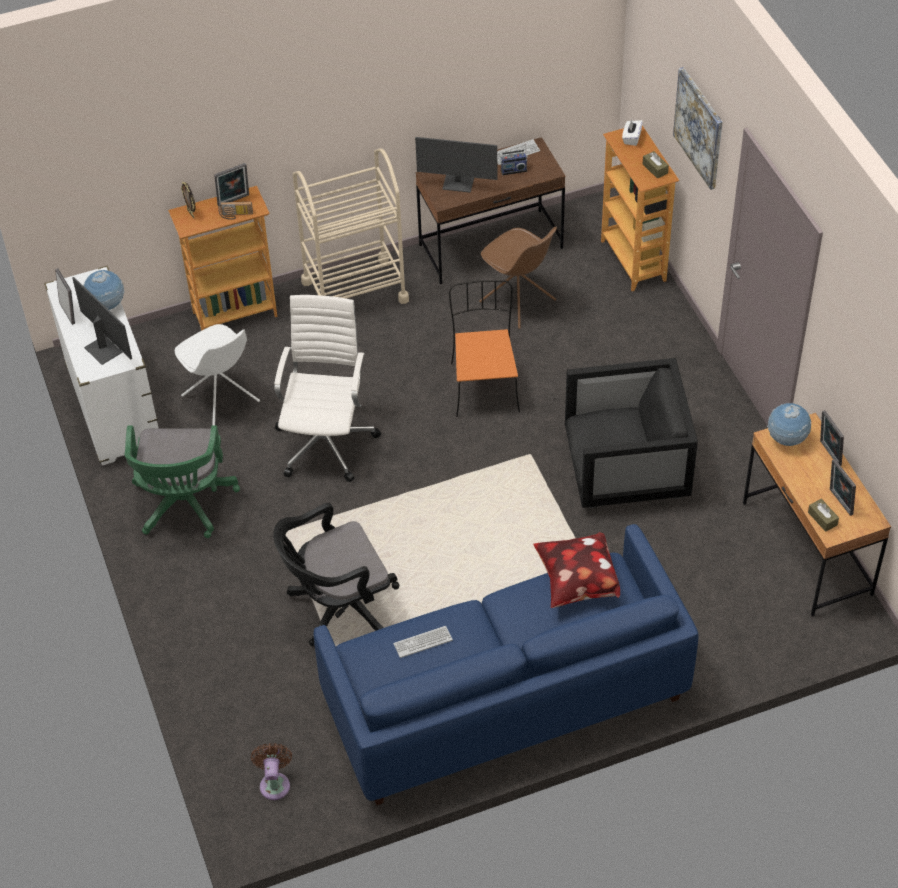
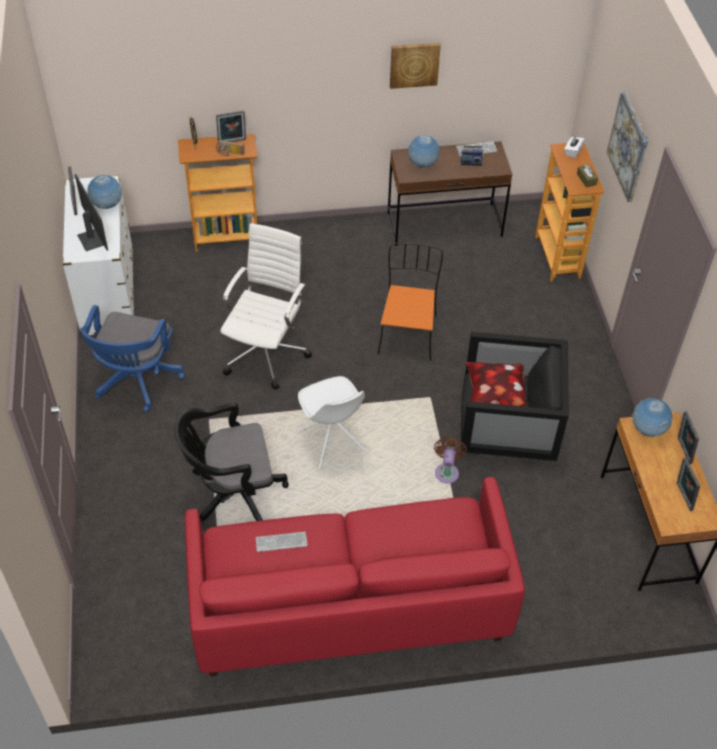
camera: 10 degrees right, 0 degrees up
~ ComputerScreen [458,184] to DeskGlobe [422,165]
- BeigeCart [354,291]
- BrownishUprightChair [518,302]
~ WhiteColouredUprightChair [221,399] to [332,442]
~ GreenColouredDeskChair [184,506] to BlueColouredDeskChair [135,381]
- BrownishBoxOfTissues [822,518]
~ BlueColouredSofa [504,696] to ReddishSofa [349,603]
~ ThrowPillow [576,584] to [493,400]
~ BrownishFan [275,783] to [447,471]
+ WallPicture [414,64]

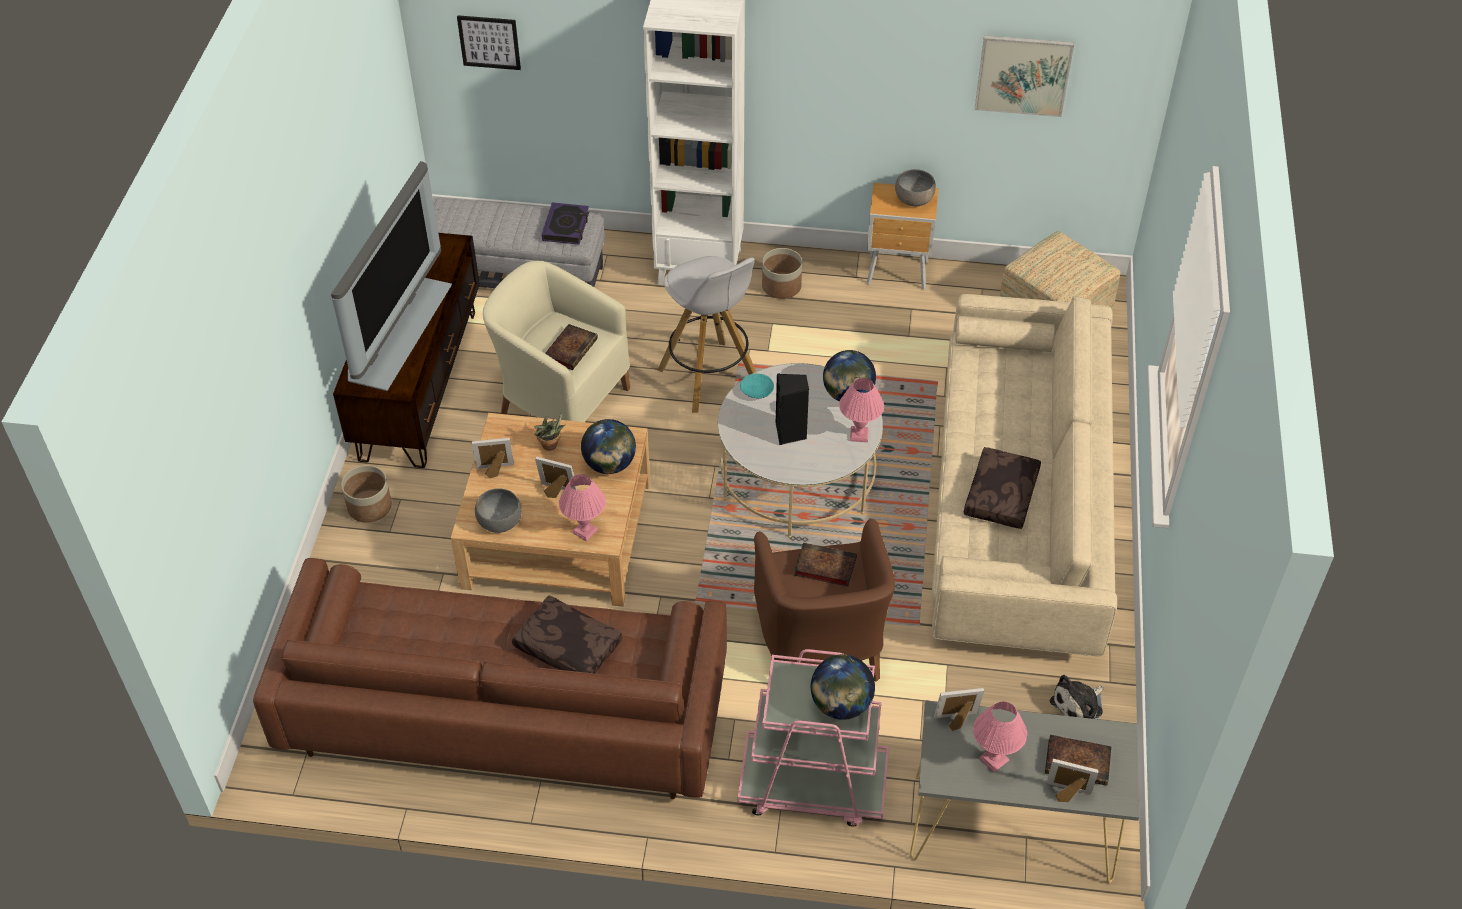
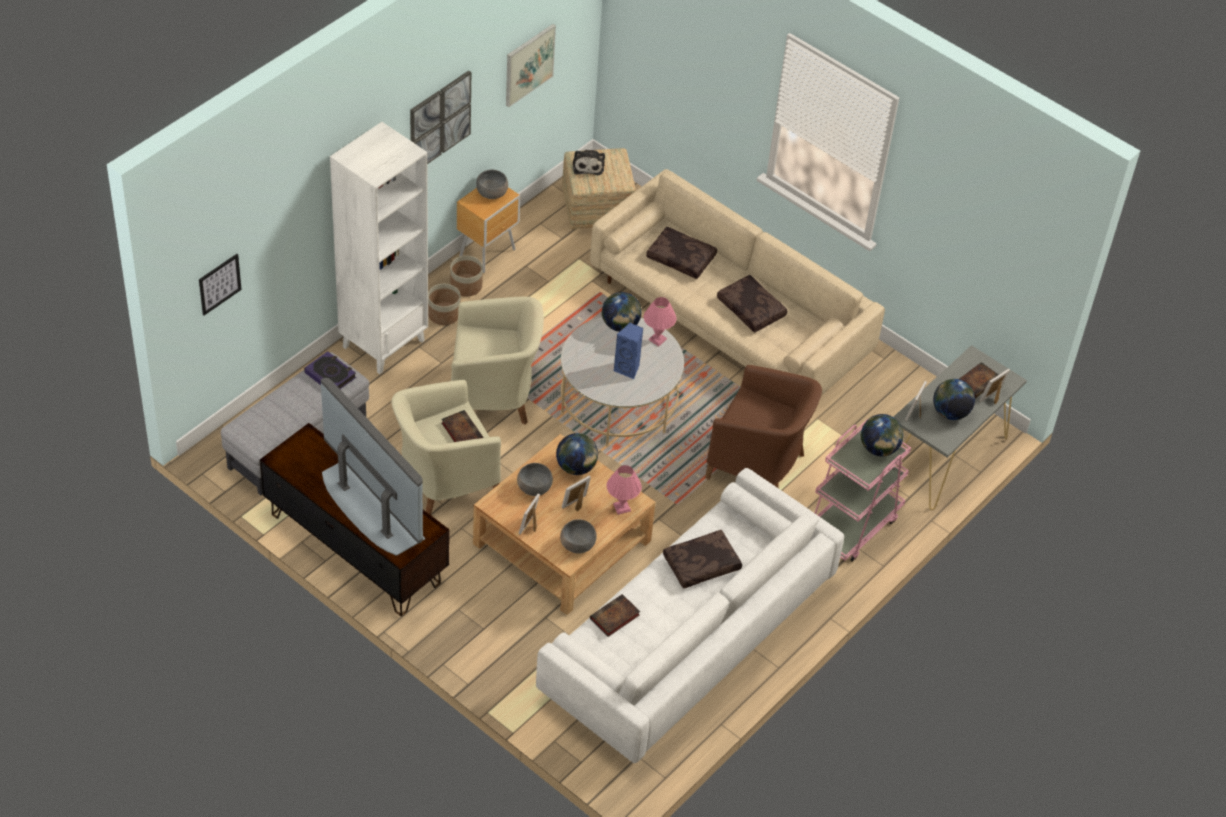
camera: 60 degrees left, 0 degrees up
~ WhiteColouredStool [710,378] to BeigeEasyChair [494,395]
~ BlackishAudioSpeaker [791,433] to BlueColouredAudioSpeaker [628,369]
- BlueGreenBowl [757,390]
~ PottedPlant [551,446] to GreyBowl [534,488]
~ Planter [370,506] to [466,286]
~ Volume [823,567] to [614,618]
~ BrownishSofa [506,712] to WhiteColouredSofa [687,640]
~ SoftToy [1079,706] to [588,165]
~ PinkishTabletopLamp [994,758] to DeskGlobe [950,413]
+ WallPicture [439,121]
+ BrownishThrowPillow [682,258]

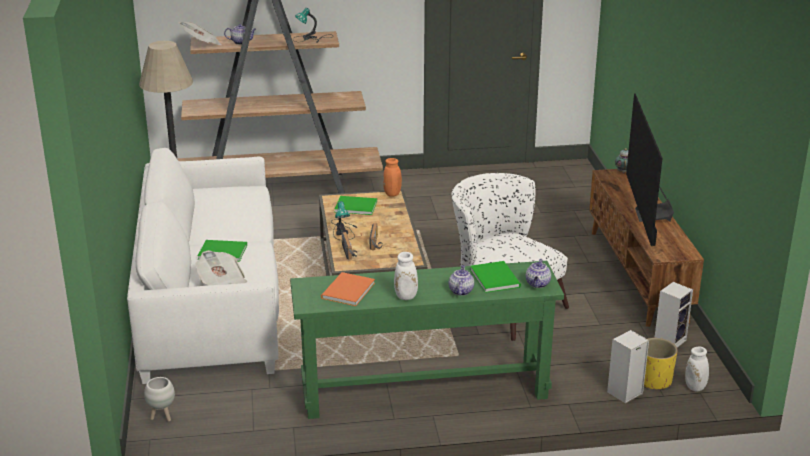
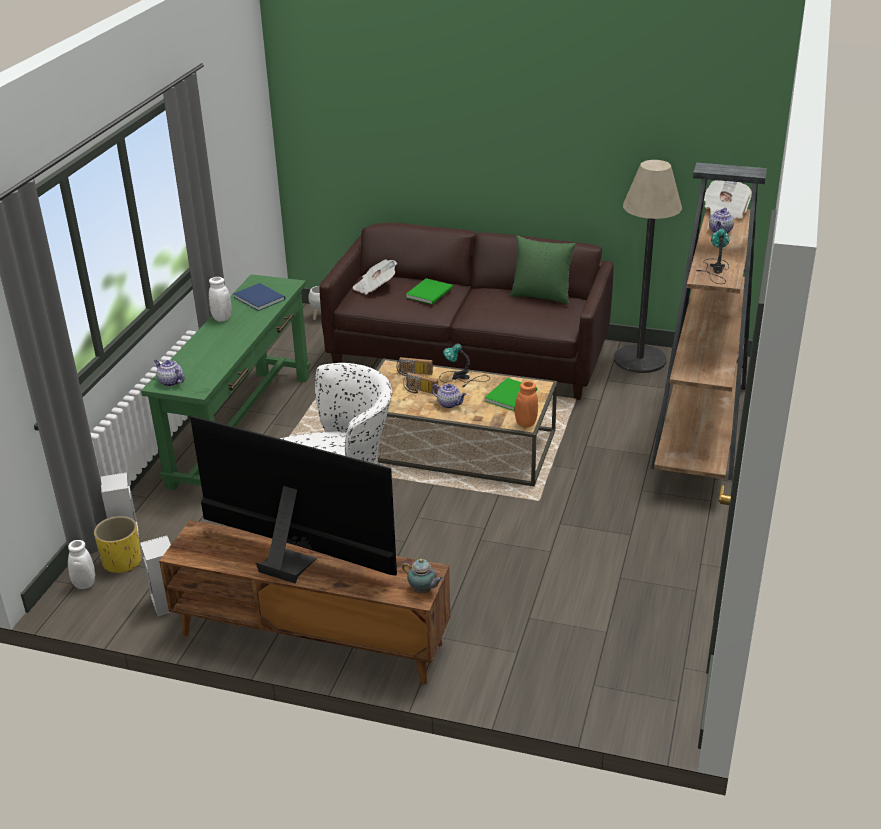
camera: 115 degrees right, 5 degrees up
~ WhiteColouredSofa [211,303] to BrownishSofa [469,355]
- GreenColouredVolume [495,277]
~ TeaPot [460,291] to [449,404]
~ OrangeyVolume [346,291] to BlueColouredVolume [259,297]
+ GreenColouredThrowPillow [541,296]

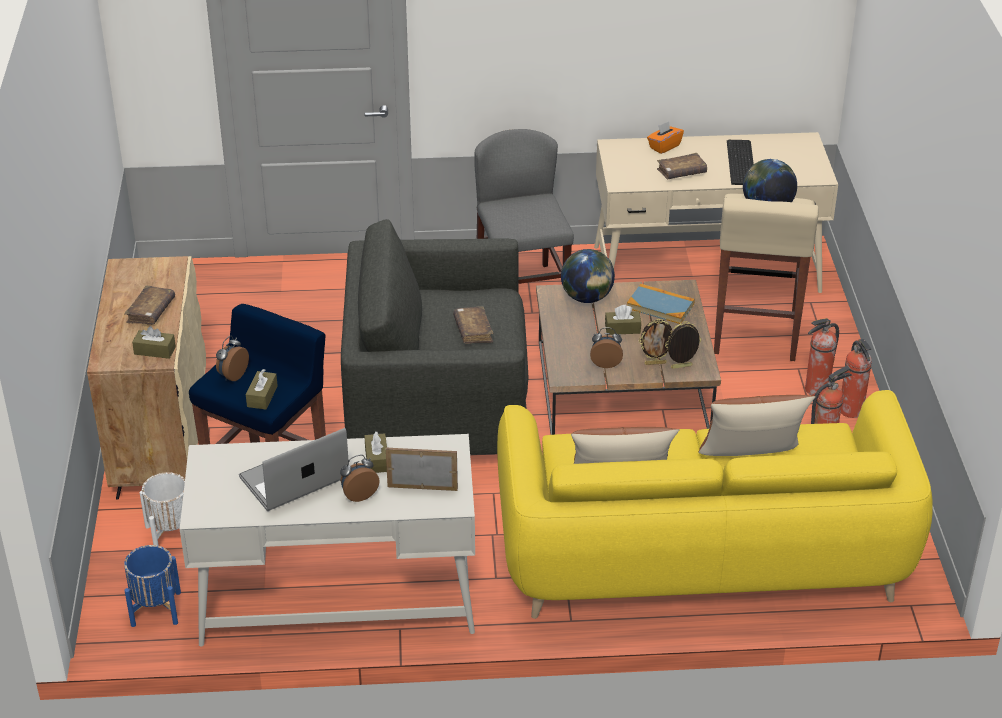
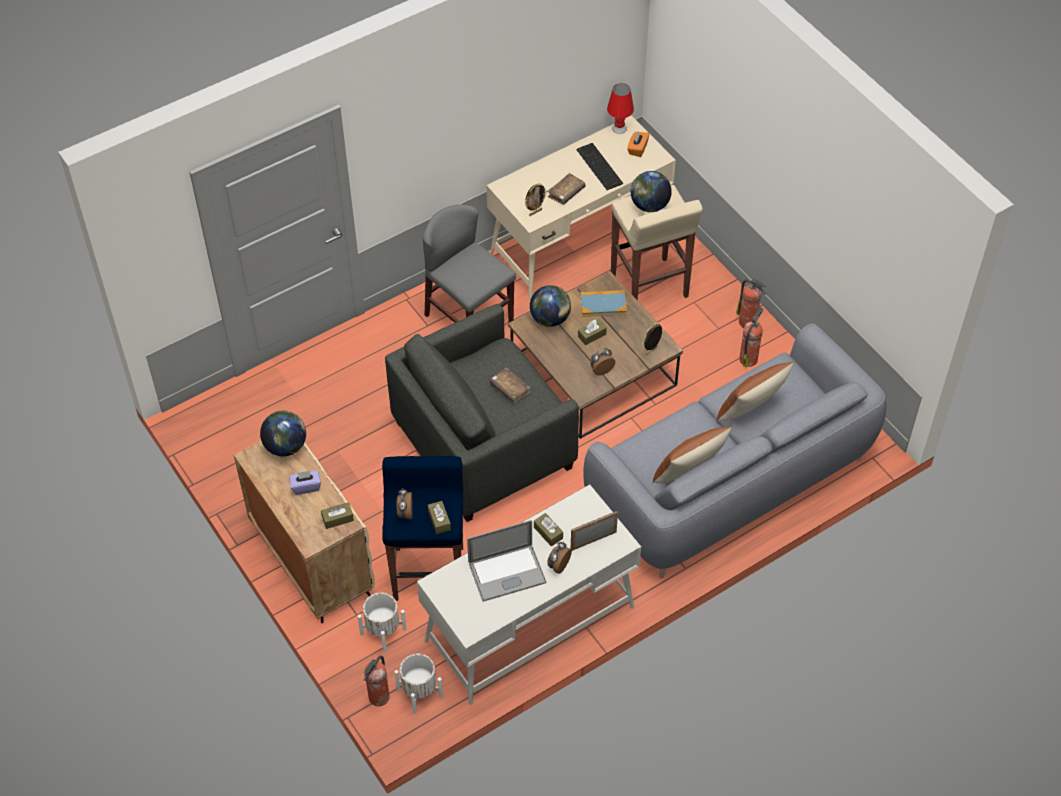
camera: 30 degrees left, 15 degrees up
~ OrangeyBoxOfTissues [664,146] to [637,149]
~ BrownishVolume [151,311] to PurplishBoxOfTissues [306,487]
~ FireFightingCylinder [816,389] to [378,698]
~ PhotoFrame [655,363] to [535,212]
~ YellowSofa [702,555] to GreySofa [731,480]
~ NotebookComputer [294,478] = [507,573] 135 degrees counterclockwise
~ BlueColouredPlanter [156,608] to WhiteColouredPlanter [419,692]
+ ReddishTabletopLamp [619,128]
+ DeskGlobe [286,446]

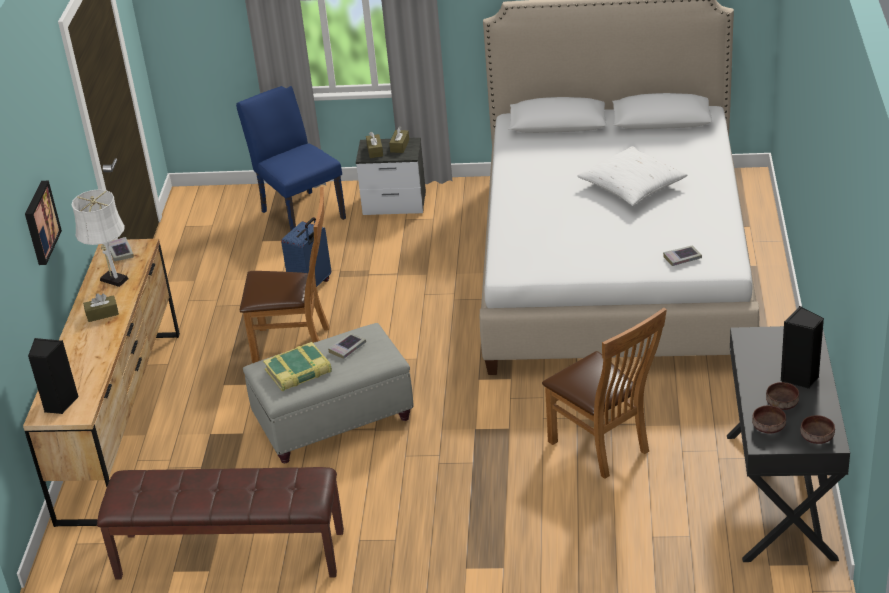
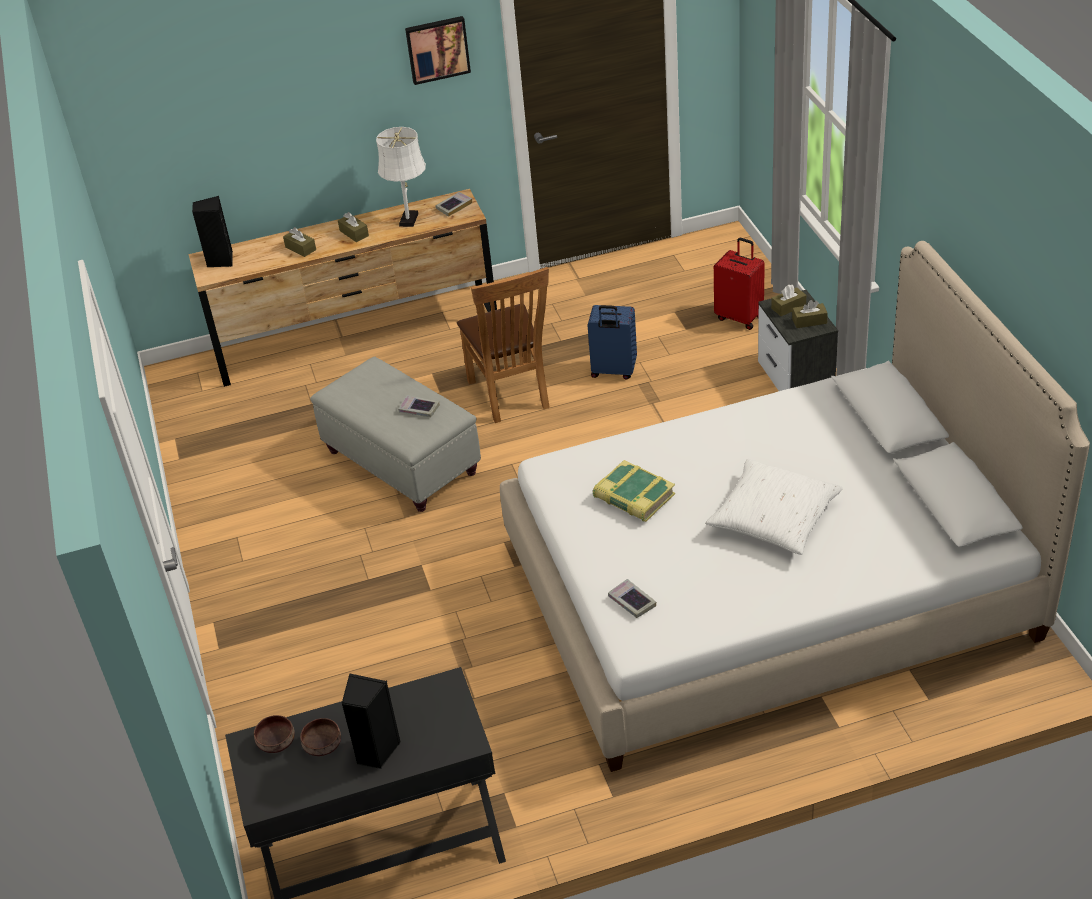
camera: 70 degrees right, 5 degrees up
~ BlueColouredUprightChair [299,212] to ReddishTravelCase [740,317]
~ WallPicture [40,222] to [437,49]
- BrownishUprightChair [604,448]
~ Volume [298,372] to [633,497]
- BrownishBowl [817,436]
- BrownishIndoorBench [229,555]
+ BrownishBoxOfTissues [300,248]

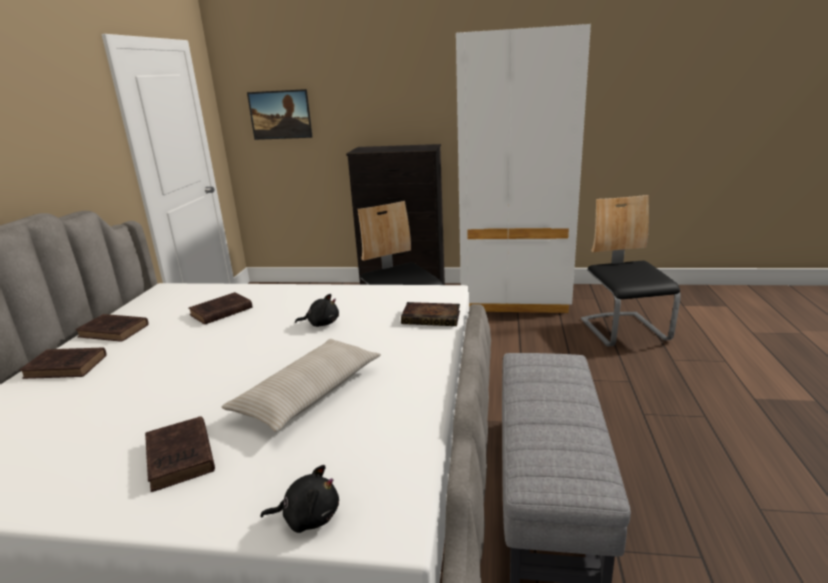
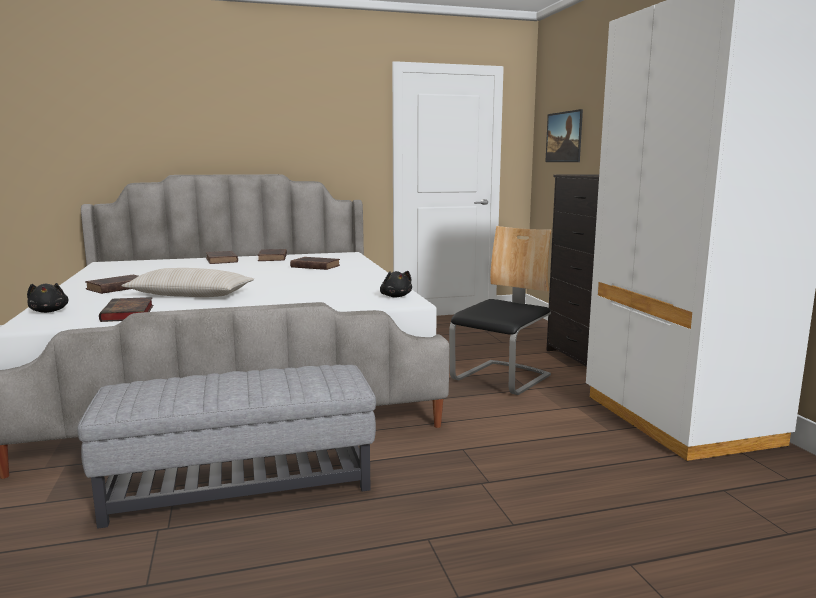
camera: 65 degrees right, 10 degrees down
- UprightChair [624,330]
~ BlackishSoftToy [321,323] to [395,296]
~ Volume [432,318] to [128,314]

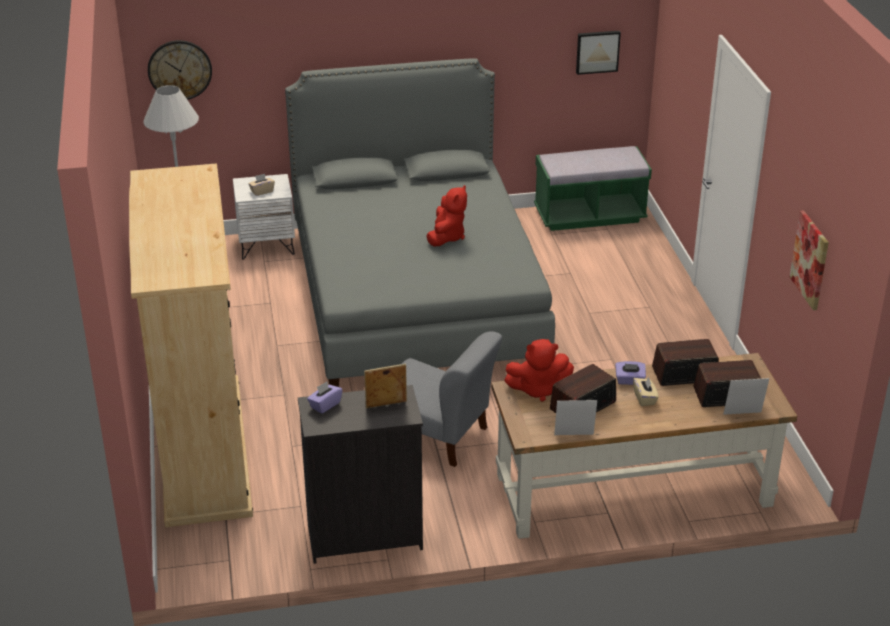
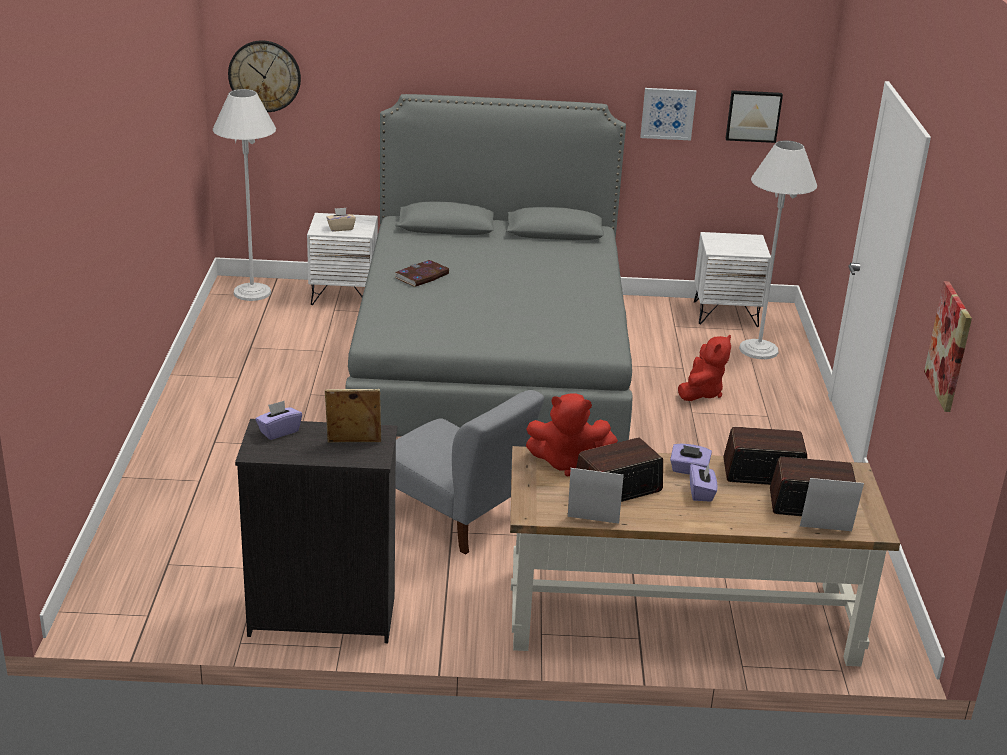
camera: 10 degrees right, 5 degrees down
~ GreenColouredIndoorBench [589,216] to WhiteColouredBedsideTable [725,314]
- BeigeWardrobe [203,449]
~ ReddishSoftToy [447,237] to [701,392]
~ BeigeBoxOfTissues [645,398] to PurplishBoxOfTissues [701,493]
+ WallPicture [667,113]
+ WhiteColouredStandardLamp [758,350]
+ Volume [422,276]

